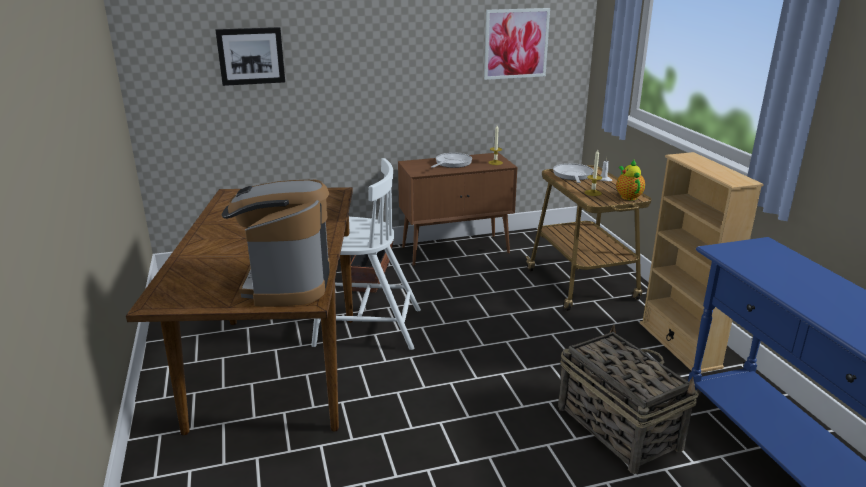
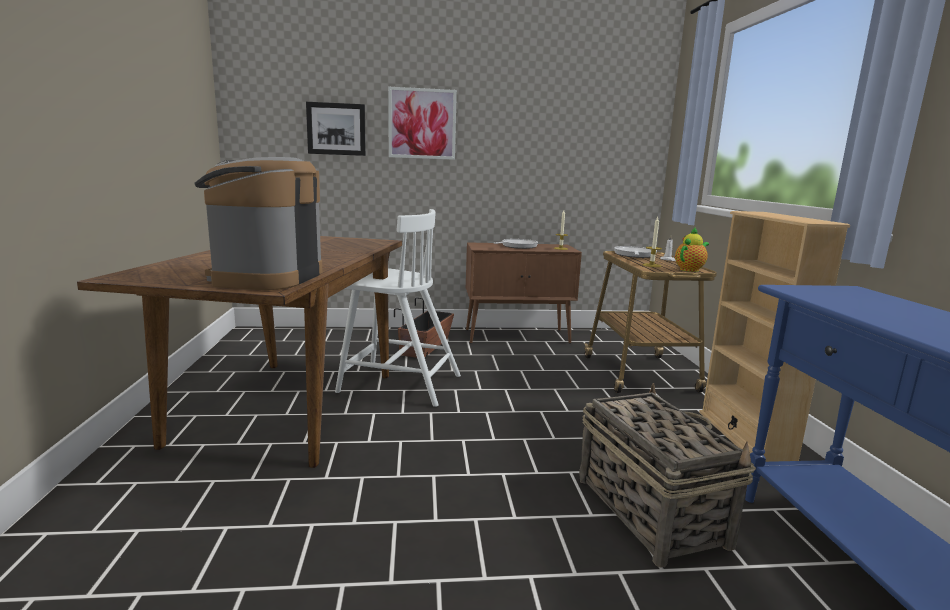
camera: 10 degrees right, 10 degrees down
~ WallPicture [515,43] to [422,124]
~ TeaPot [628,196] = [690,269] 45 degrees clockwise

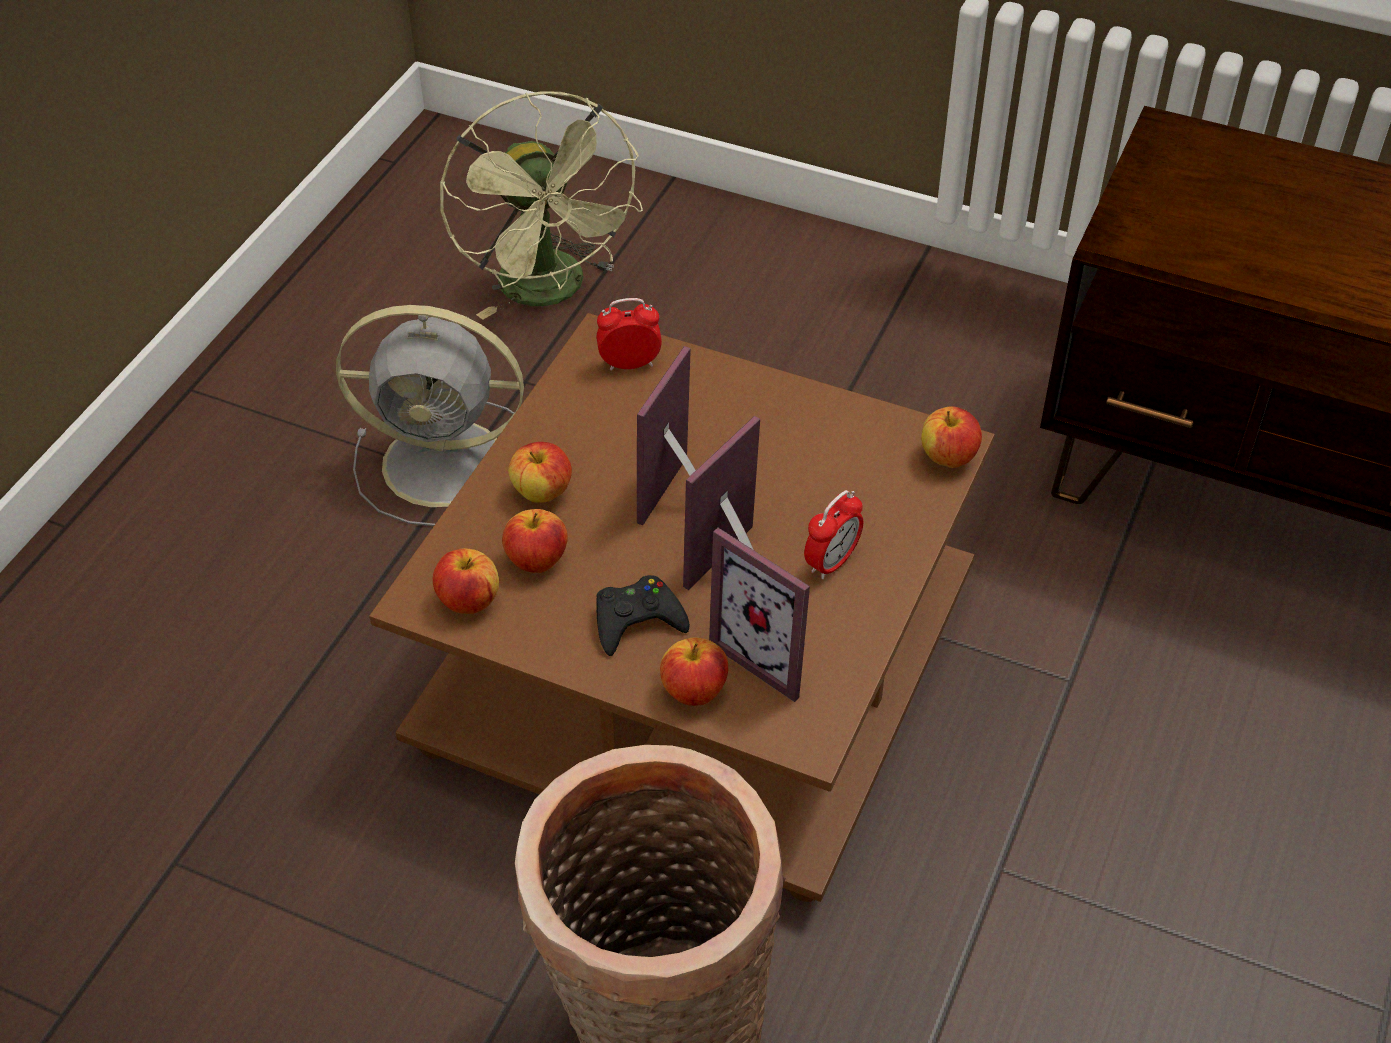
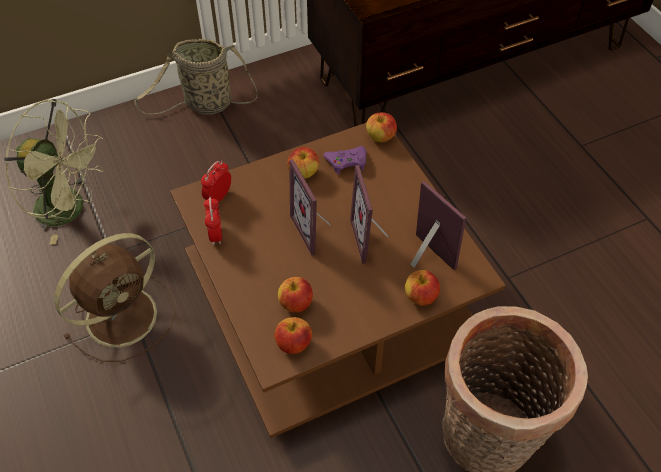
camera: 50 degrees left, 5 degrees up
~ GreyFan [449,463] to BrownishFan [124,314]
~ Apple [542,492] to [303,173]
~ AlarmClock [832,562] to [216,234]
~ PhotoFrame [771,653] = [425,258] 120 degrees counterclockwise
- BlackishJoypad [637,620]
+ StorageBasket [205,105]
+ PurplishJoypad [346,162]

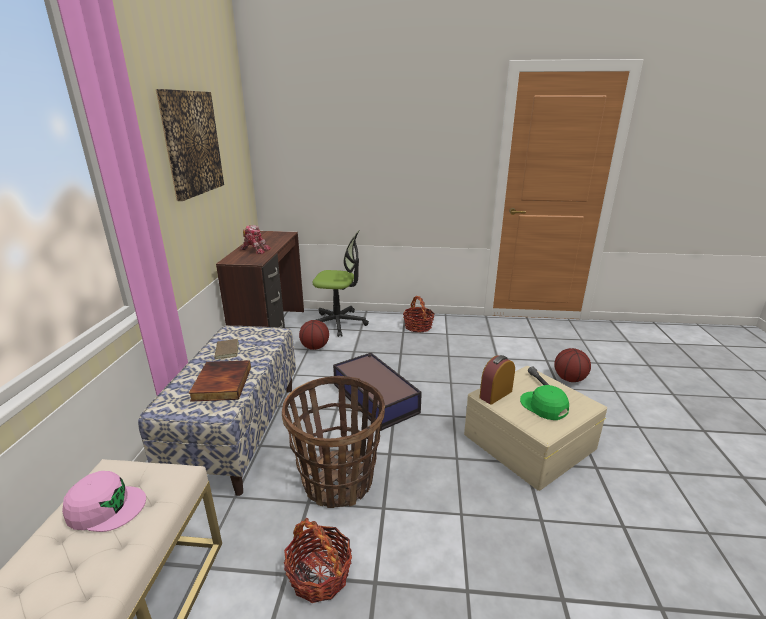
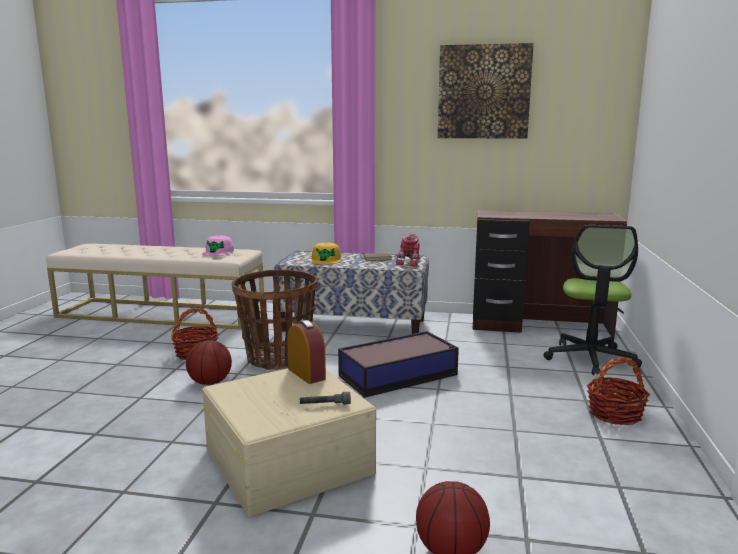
camera: 95 degrees right, 10 degrees down
~ ModelRobot [255,250] to [410,262]
~ Basketball [315,347] to [210,382]
~ Volume [221,383] to YellowBaseballCap [326,260]
- GreenColouredBaseballCap [544,406]

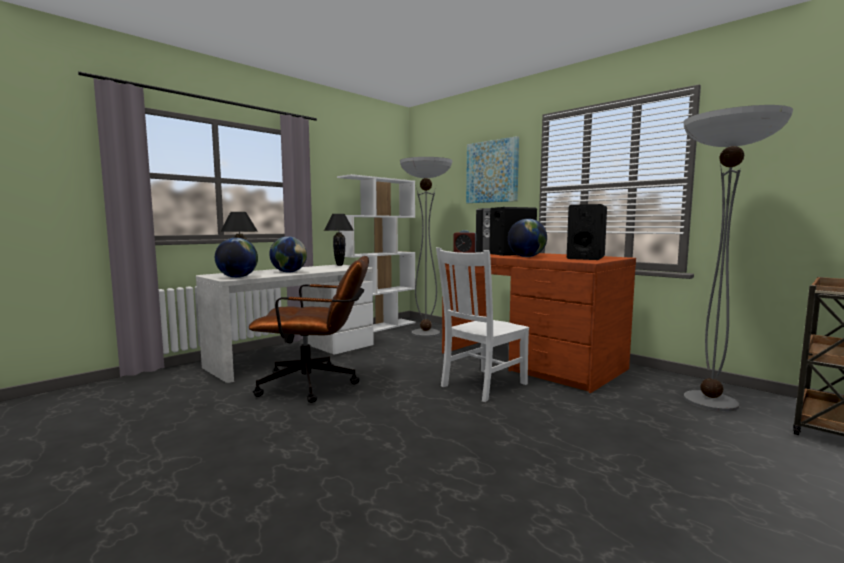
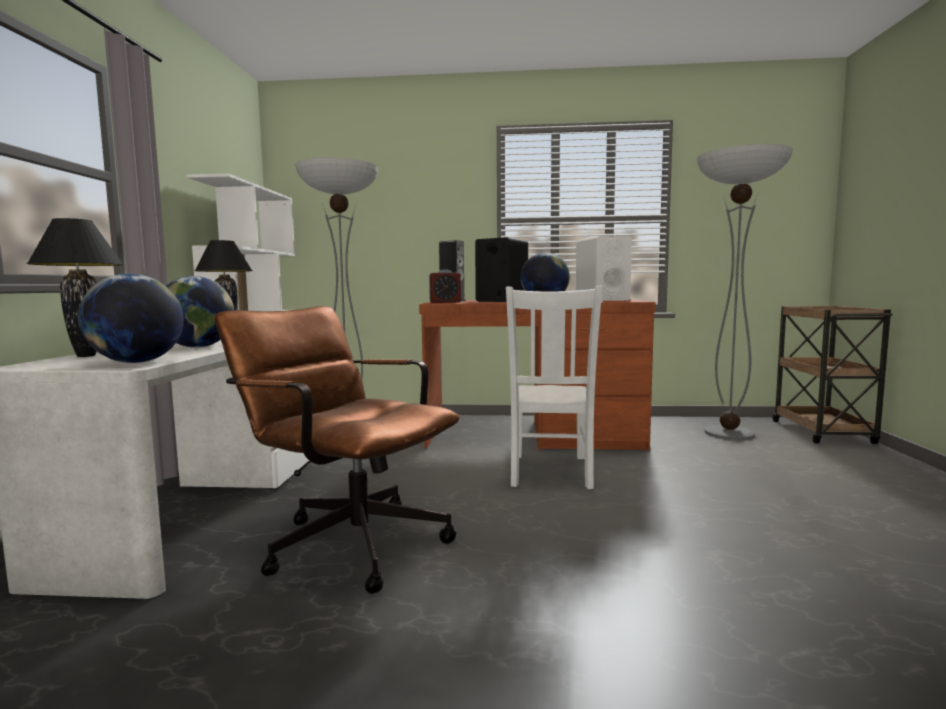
camera: 40 degrees left, 0 degrees up
- WallPicture [492,171]
~ BlackishAudioSpeaker [585,258] to WhiteColouredAudioSpeaker [601,300]
~ BrownishDeskChair [317,385] = [347,540] 105 degrees counterclockwise

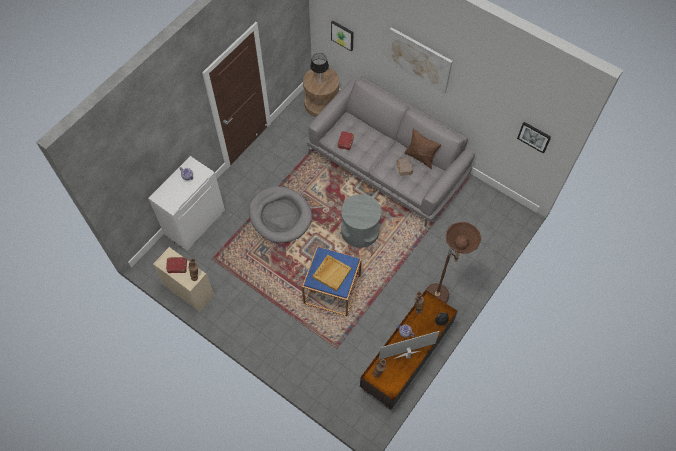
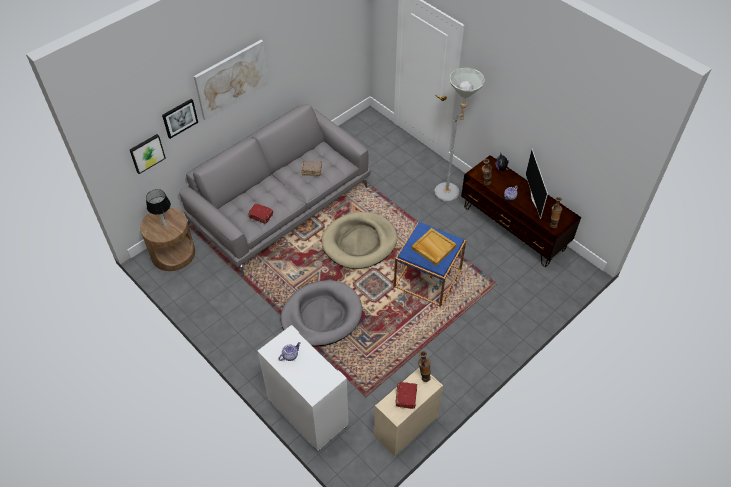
camera: 80 degrees left, 10 degrees down
~ WallPicture [534,136] to [179,118]
- BrownishThrowPillow [420,157]
~ GreySideTable [360,230] to BeigePetBed [359,242]
~ BrownishStandardLamp [441,298] to GreyStandardLamp [450,189]

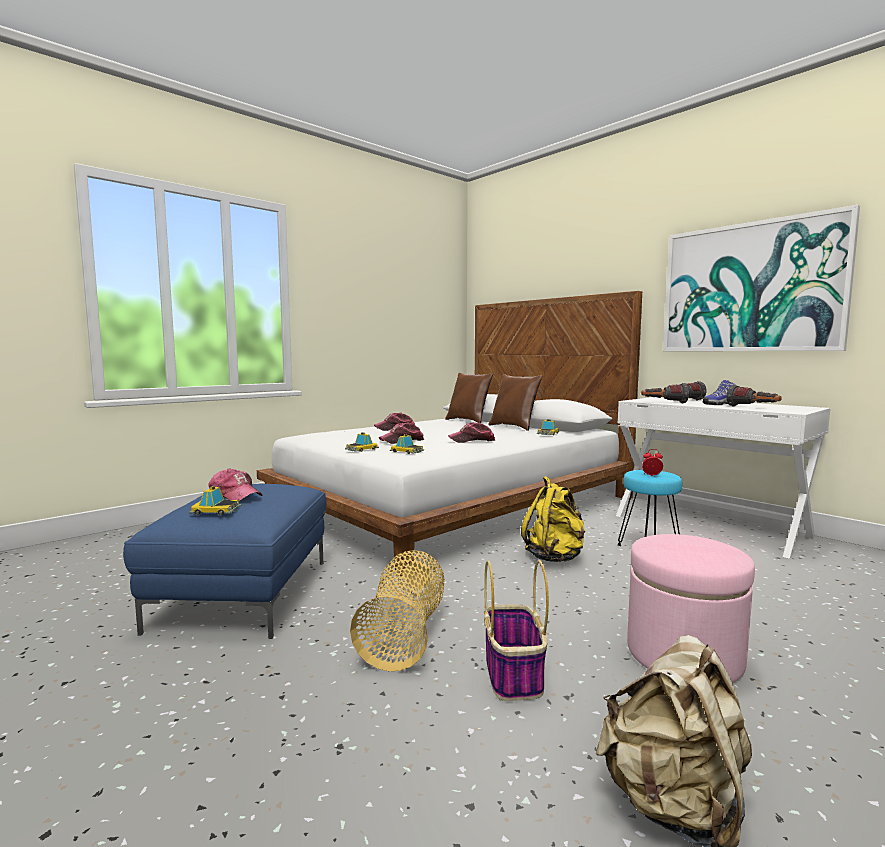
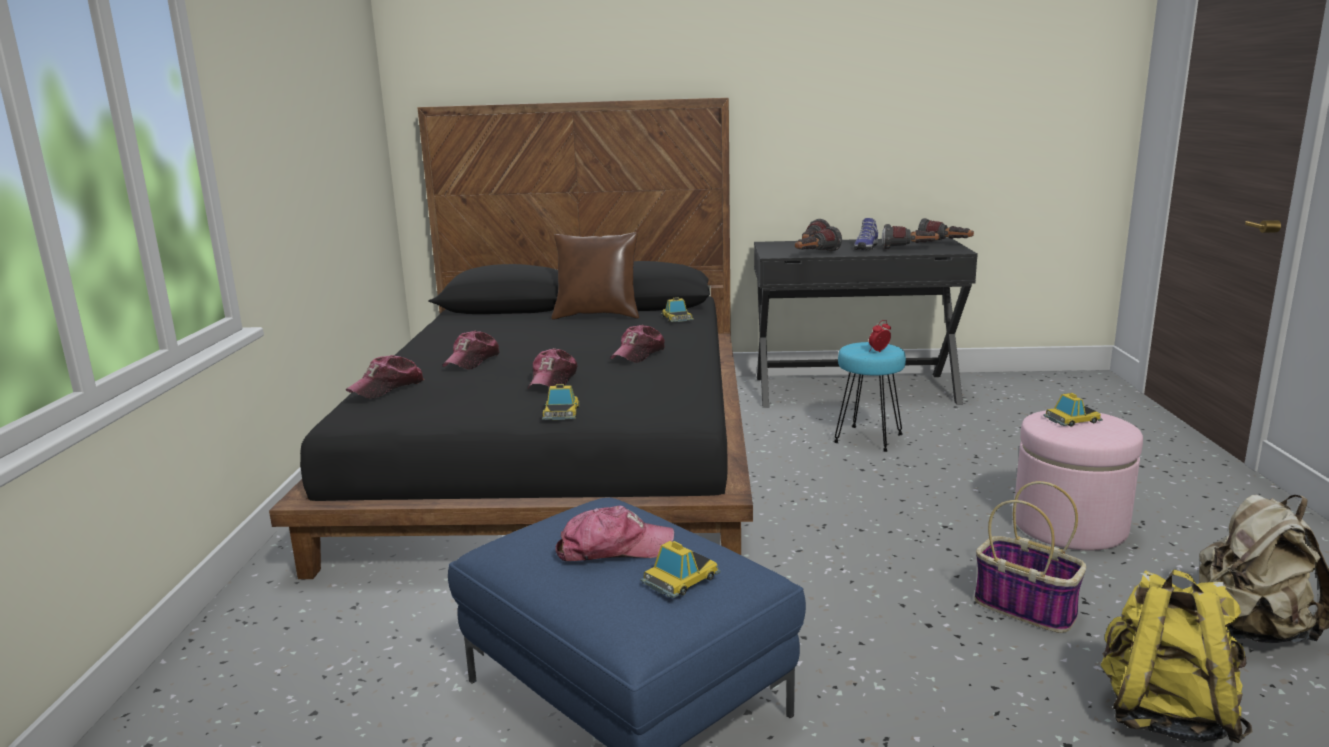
camera: 45 degrees left, 10 degrees up
- WallPicture [750,288]
~ WhiteColouredBedroomBed [453,503] to BlackishBedroomBed [563,455]
- BrownishThrowPillow [469,421]
~ WhiteColouredDesk [710,525] to BlackishDesk [854,390]
~ ToyCar [407,451] to [1072,419]
~ YellowKnapsack [555,557] to [1164,715]
- StorageBasket [405,634]
+ Flashlight [945,244]
+ BaseballCap [387,387]

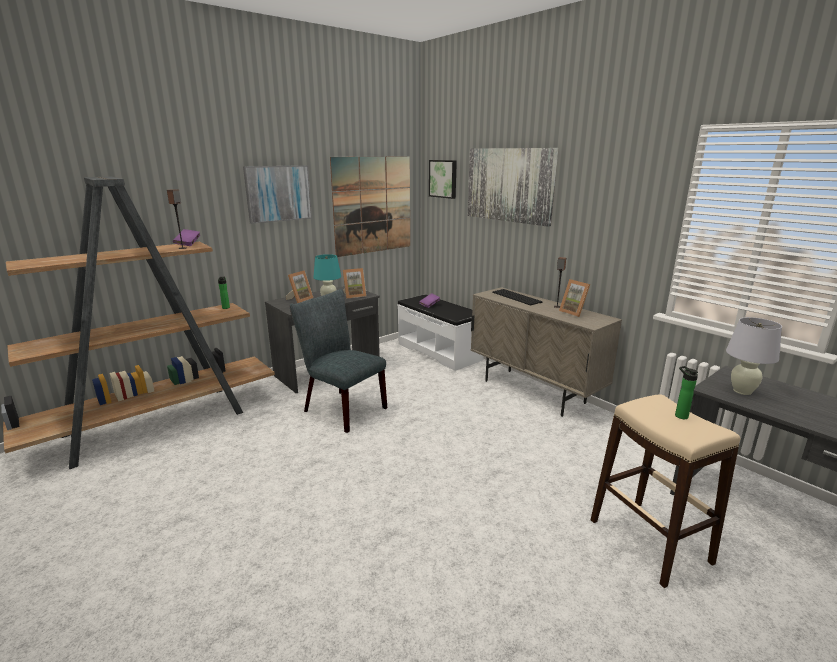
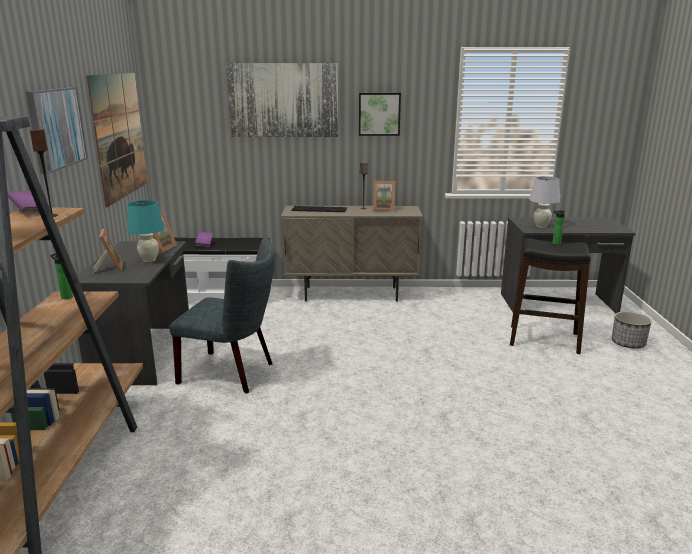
camera: 50 degrees left, 0 degrees up
~ WallPicture [443,179] to [379,114]
~ GreyUprightChair [340,408] = [232,373] 150 degrees counterclockwise
~ BeigeStool [648,540] to BlackishStool [543,339]
+ Planter [628,343]

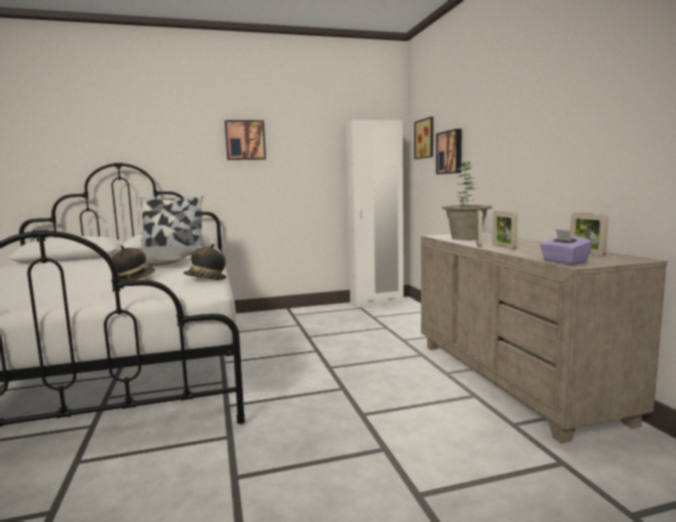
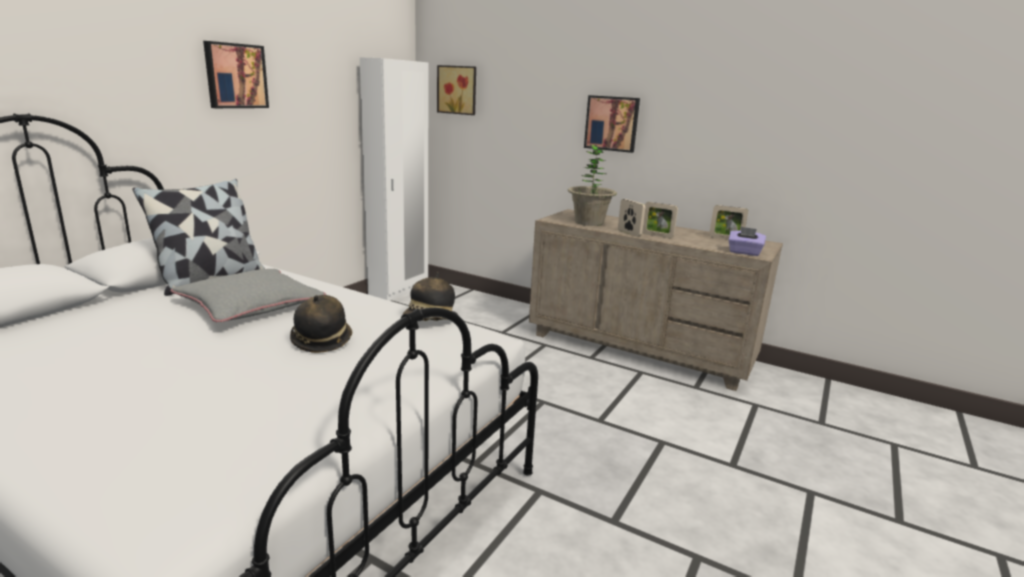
camera: 45 degrees left, 10 degrees up
~ WallPicture [450,152] to [612,123]

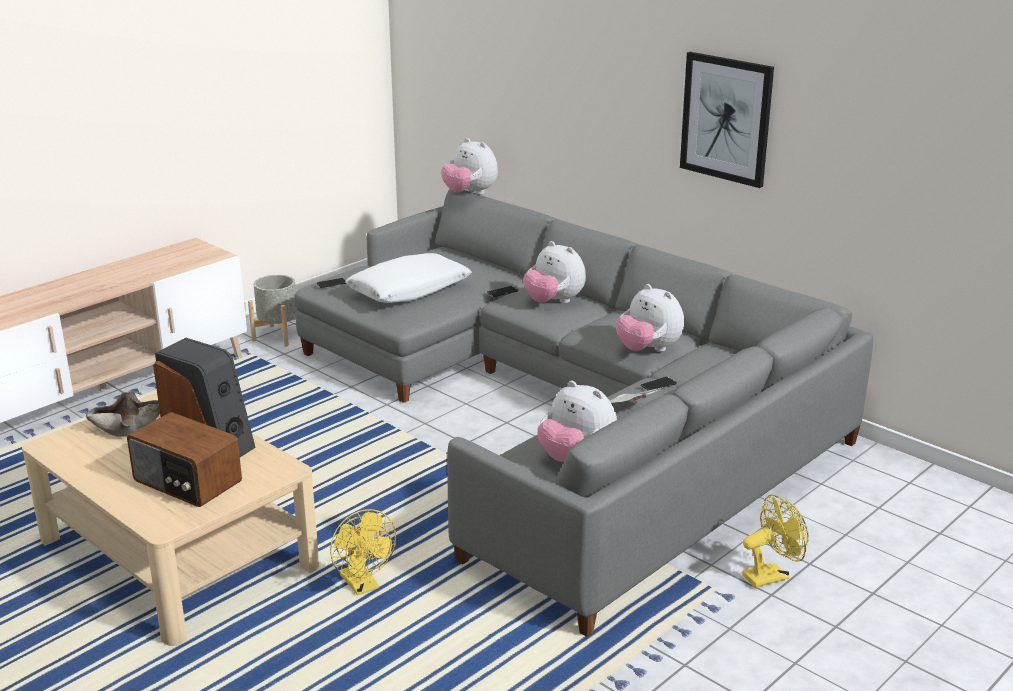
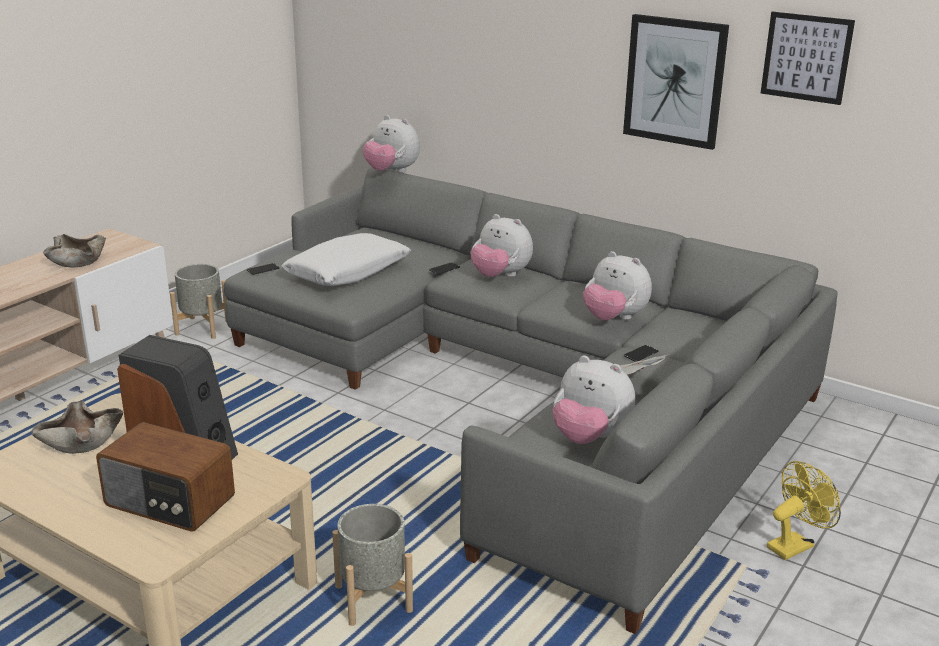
camera: 10 degrees left, 0 degrees up
~ YellowFan [363,585] to GreyPlanter [373,599]
+ WallPicture [806,57]
+ BeigeBowl [78,260]

